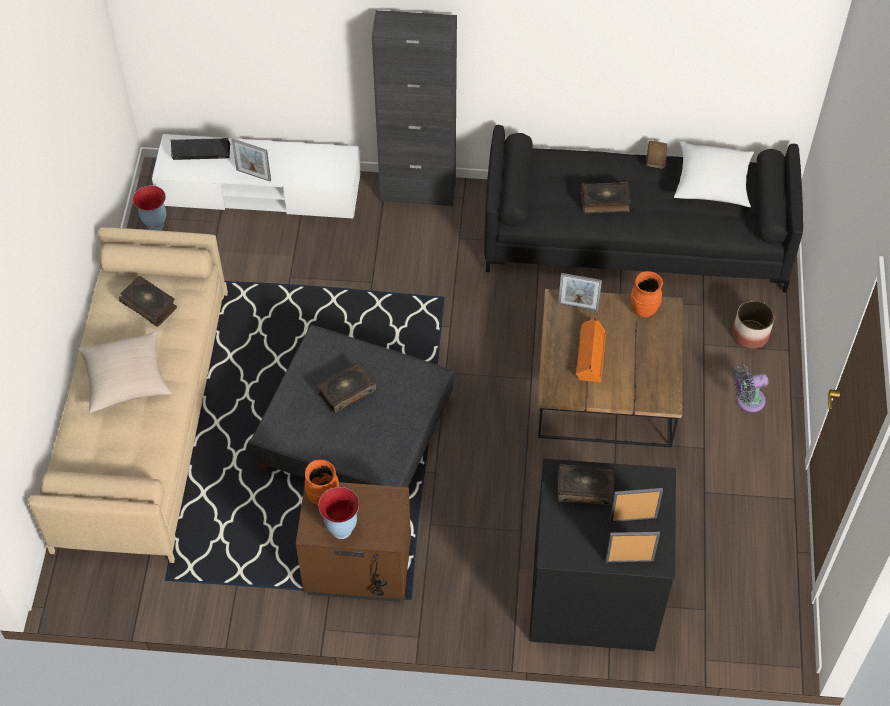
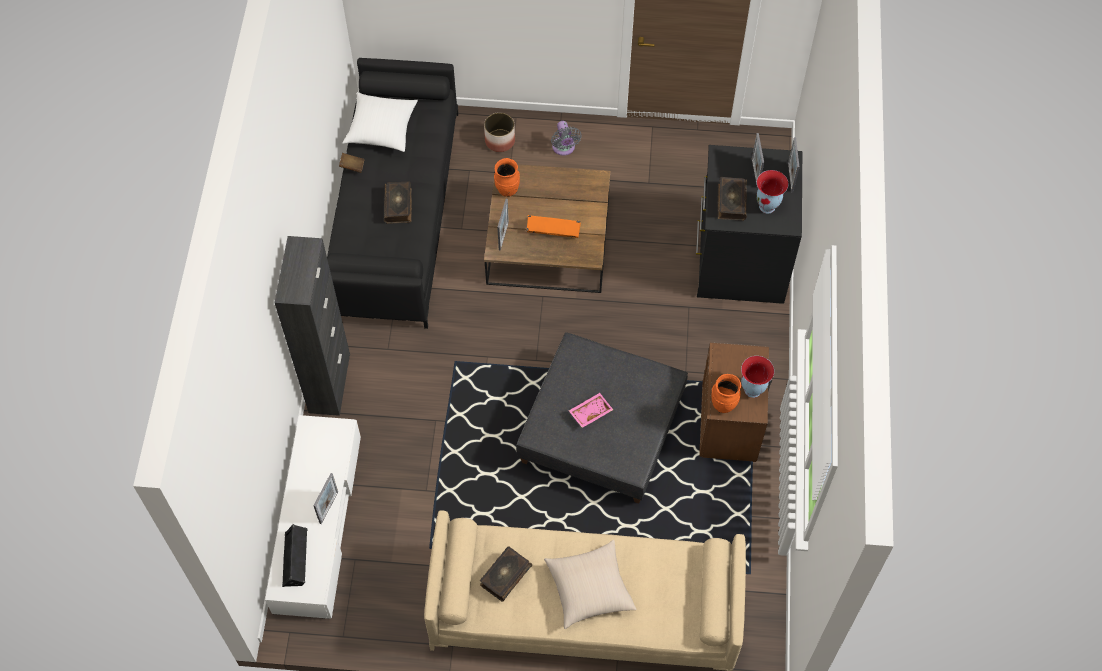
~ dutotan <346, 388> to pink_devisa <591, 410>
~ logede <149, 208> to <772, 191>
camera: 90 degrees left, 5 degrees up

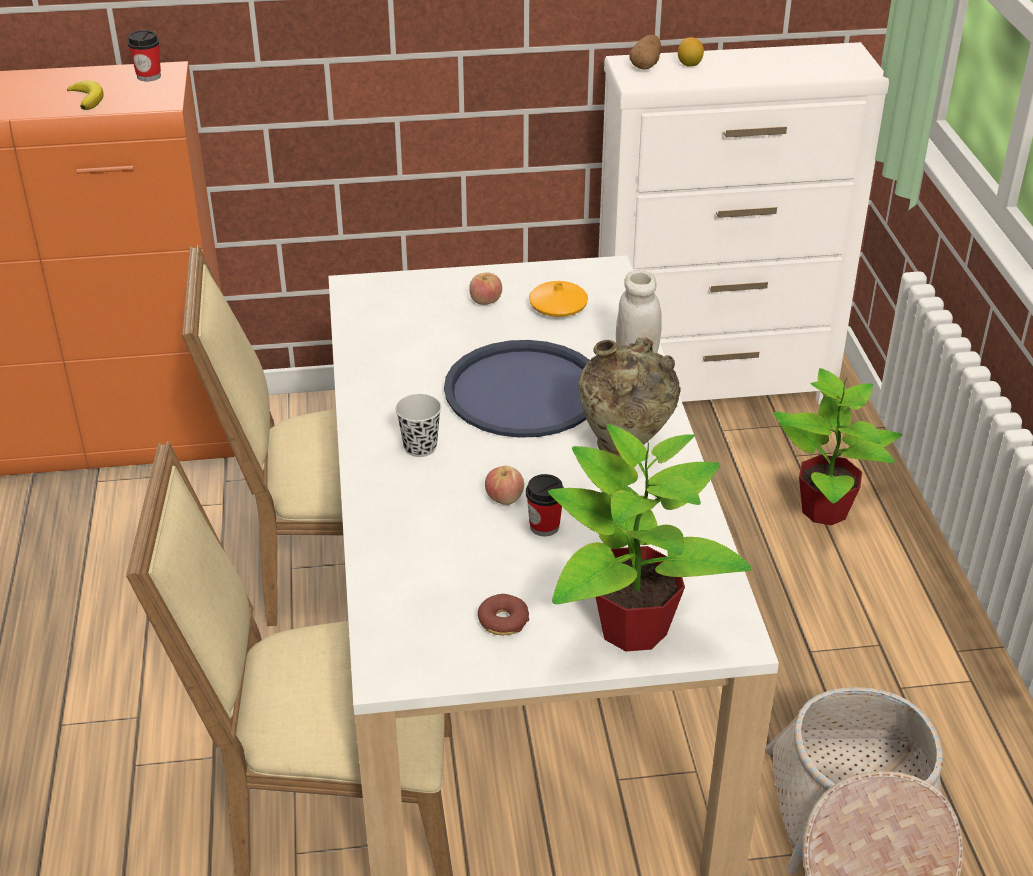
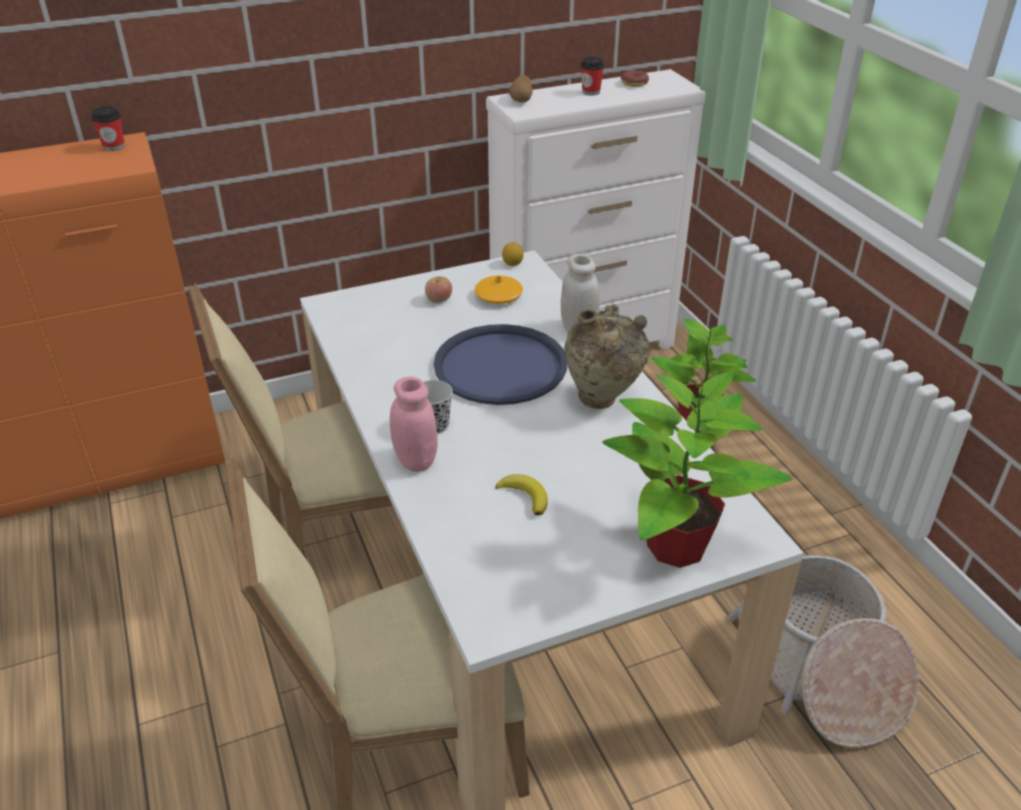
+ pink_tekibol <414, 424>
~ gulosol <85, 95> to <522, 494>
~ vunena <691, 51> to <513, 254>
~ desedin <545, 505> to <592, 76>
~ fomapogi <503, 614> to <635, 78>
- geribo <504, 485>
camera: 15 degrees left, 0 degrees up

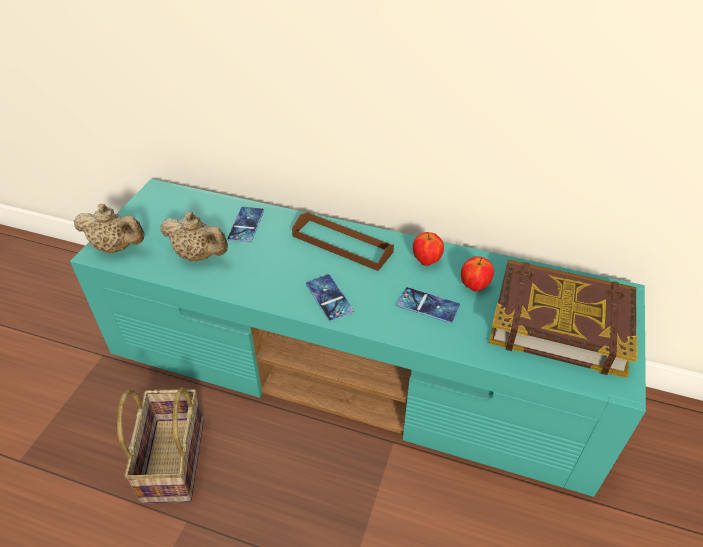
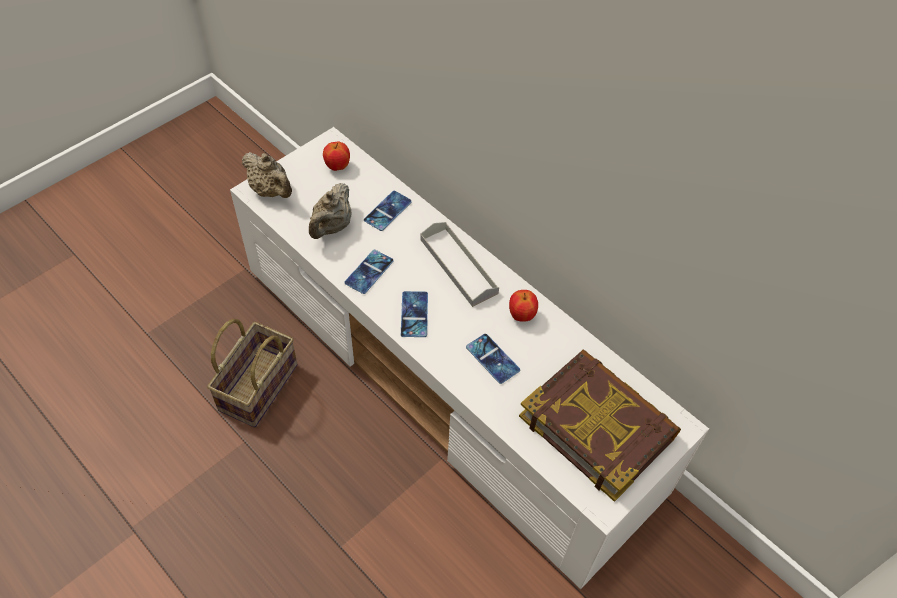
~ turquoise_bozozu <358, 338> to white_bozozu <469, 358>
~ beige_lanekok <194, 236> = <330, 211> 60 degrees clockwise
~ geribo <477, 274> to <336, 156>
+ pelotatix <369, 272>
~ brown_devisa <343, 241> to grey_devisa <460, 264>
camera: 25 degrees right, 10 degrees up

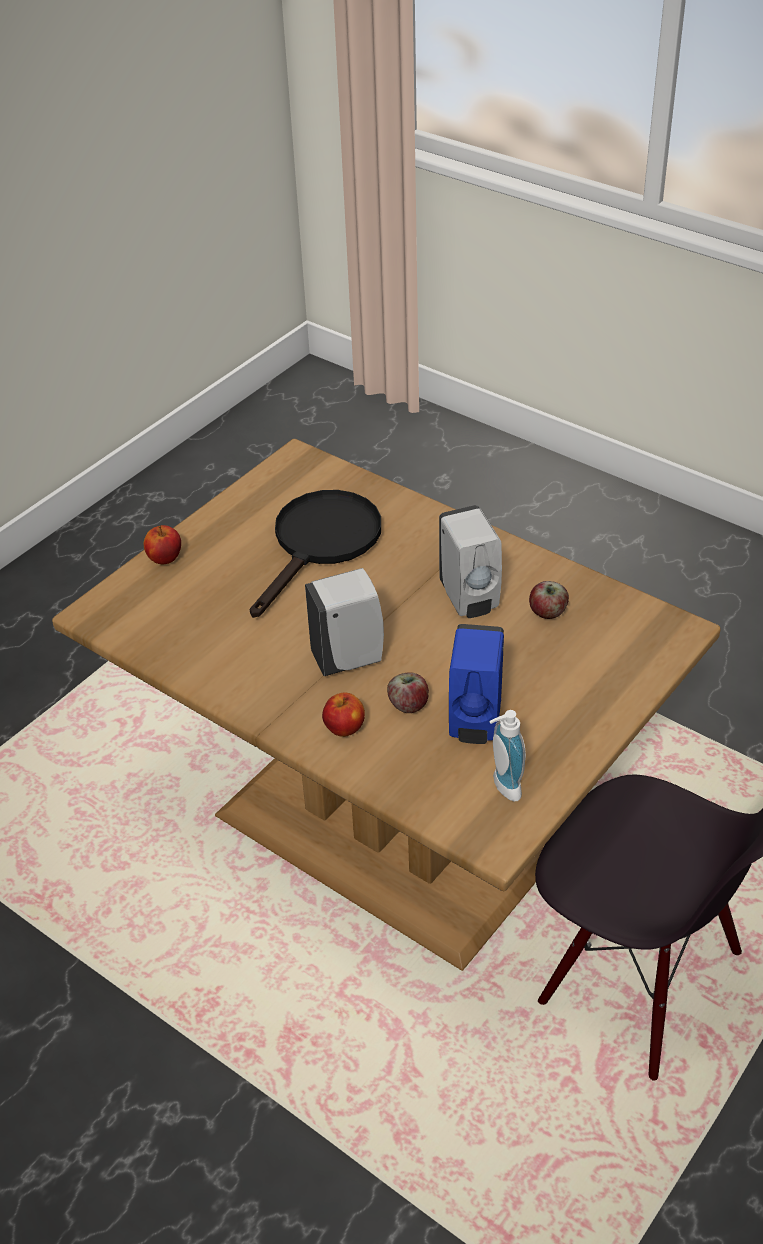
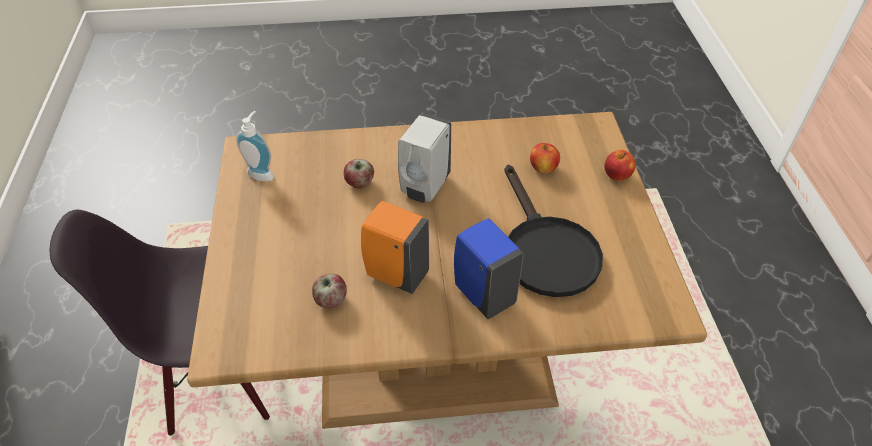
~ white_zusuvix <470, 561> to orange_zusuvix <395, 247>
~ blue_zusuvix <476, 684> to <489, 268>
~ geribo <343, 714> to <545, 158>
camera: 135 degrees right, 5 degrees up

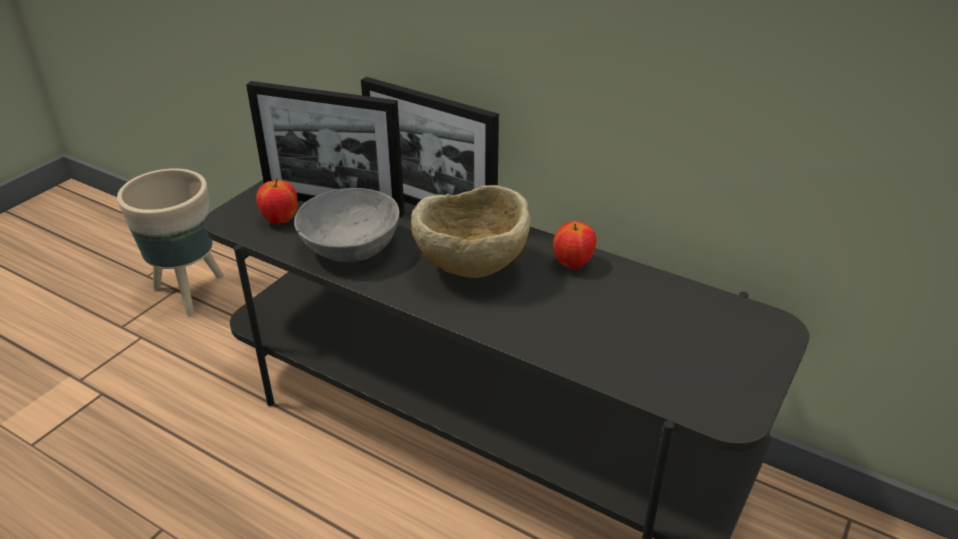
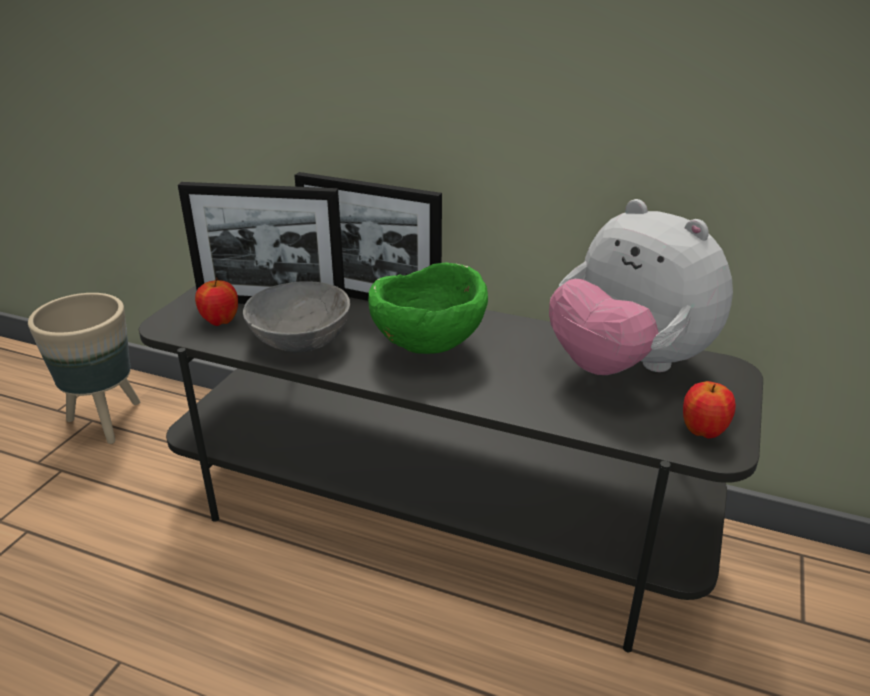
~ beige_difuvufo <471, 231> to green_difuvufo <428, 308>
+ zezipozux <641, 287>
~ geribo <575, 245> to <709, 410>
camera: 10 degrees left, 5 degrees down

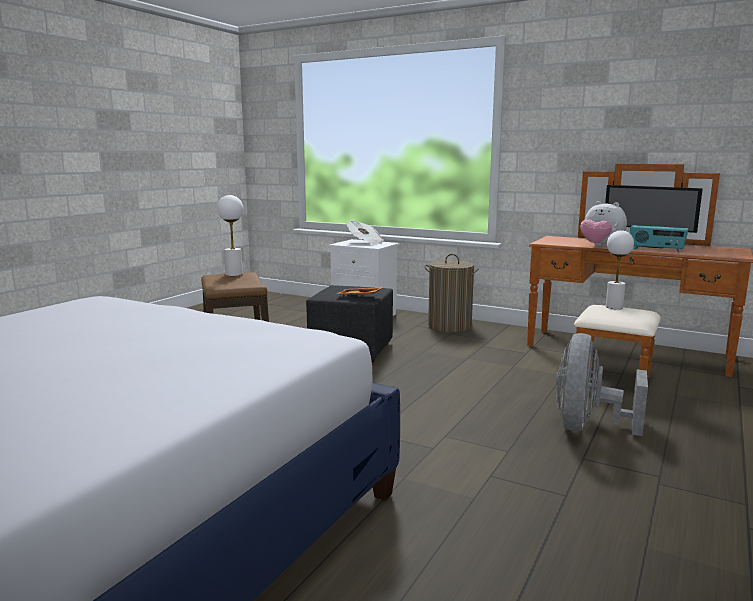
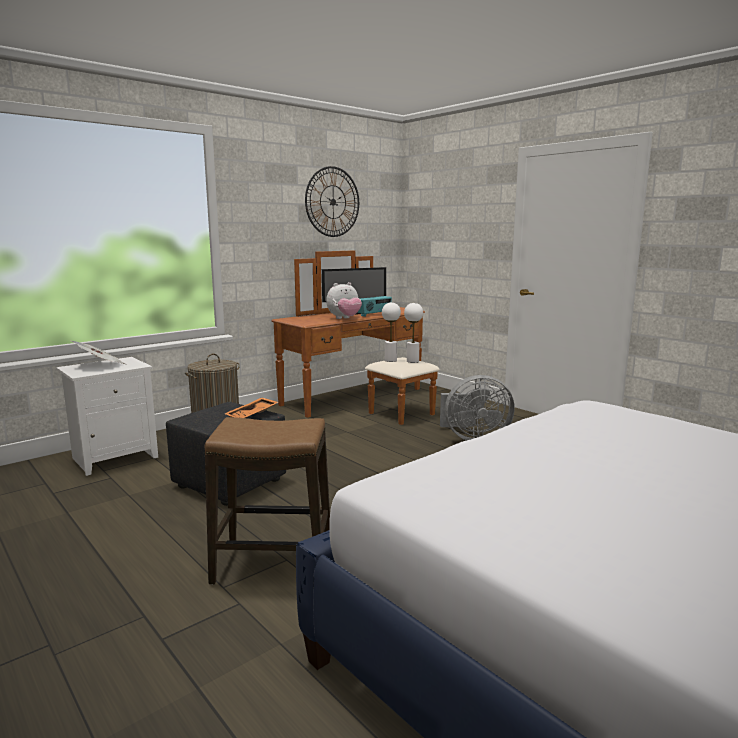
+ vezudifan <332, 201>
~ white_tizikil <230, 235> to <413, 333>
~ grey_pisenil <602, 384> = <477, 408> 45 degrees counterclockwise
camera: 70 degrees left, 0 degrees up

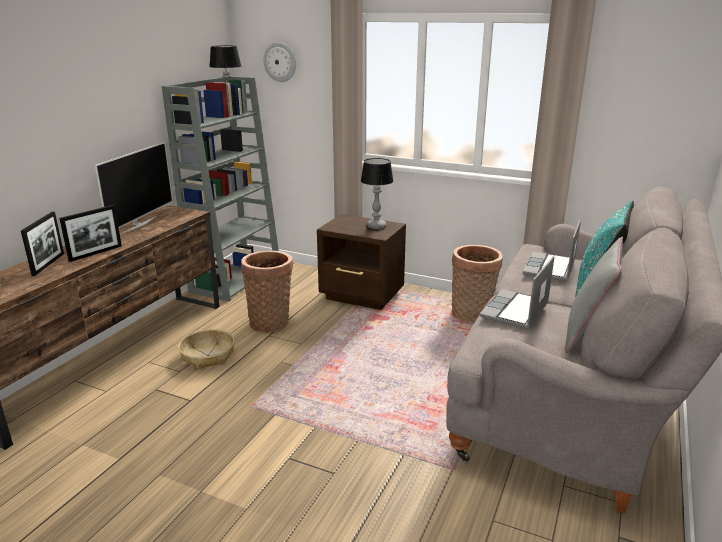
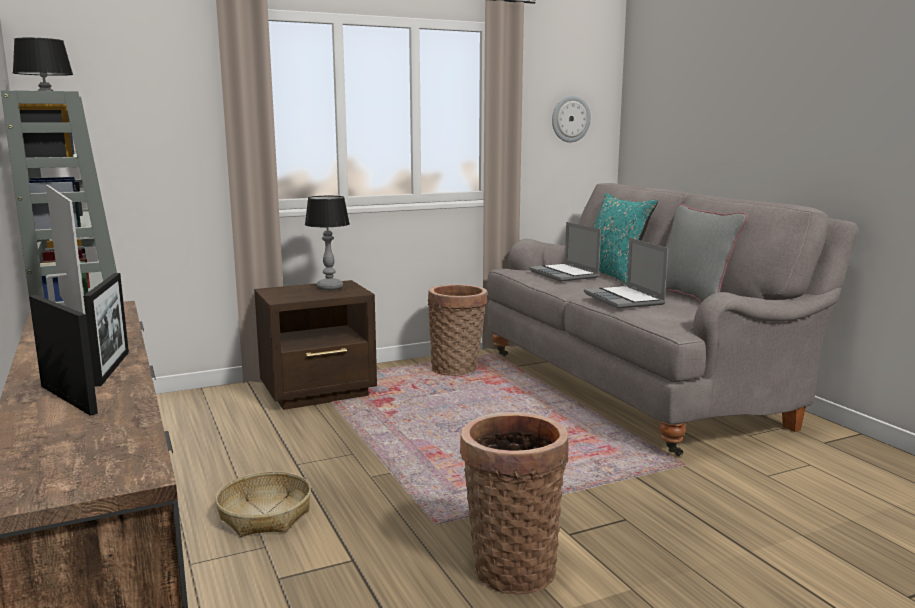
~ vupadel <267, 292> to <514, 503>
~ vezudifan <279, 62> to <571, 118>
camera: 50 degrees left, 10 degrees down

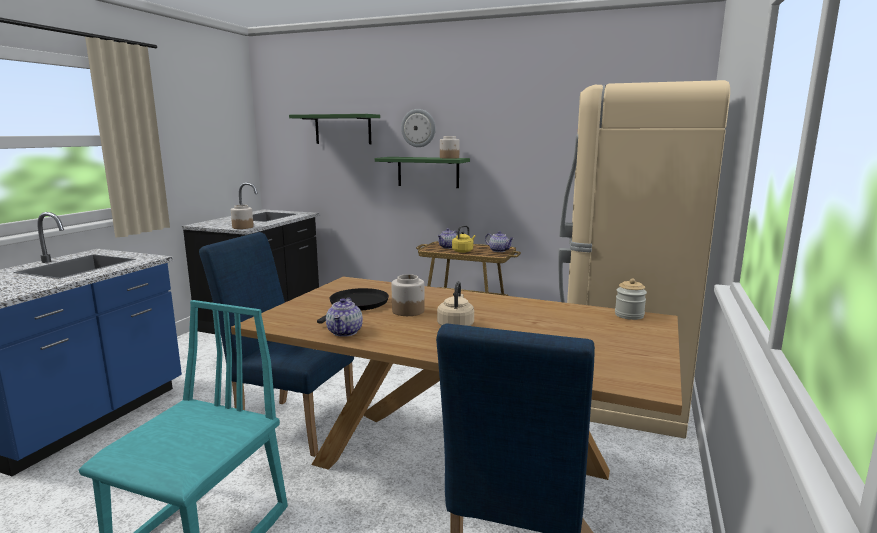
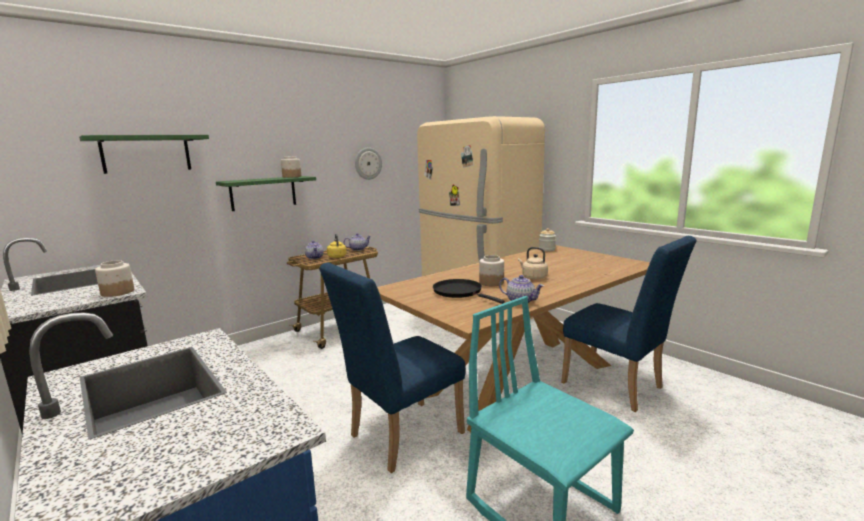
~ vezudifan <418, 128> to <368, 164>
camera: 60 degrees left, 0 degrees up

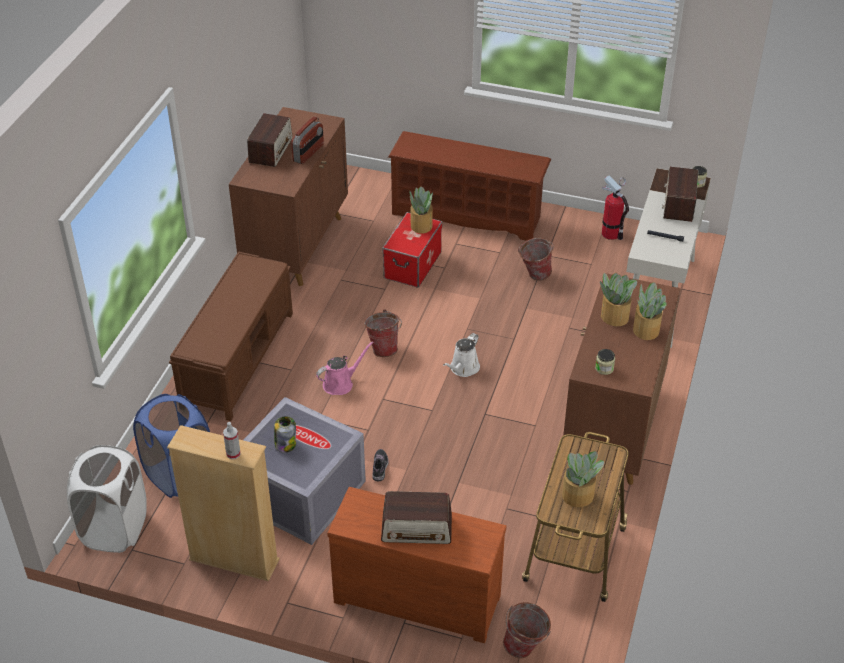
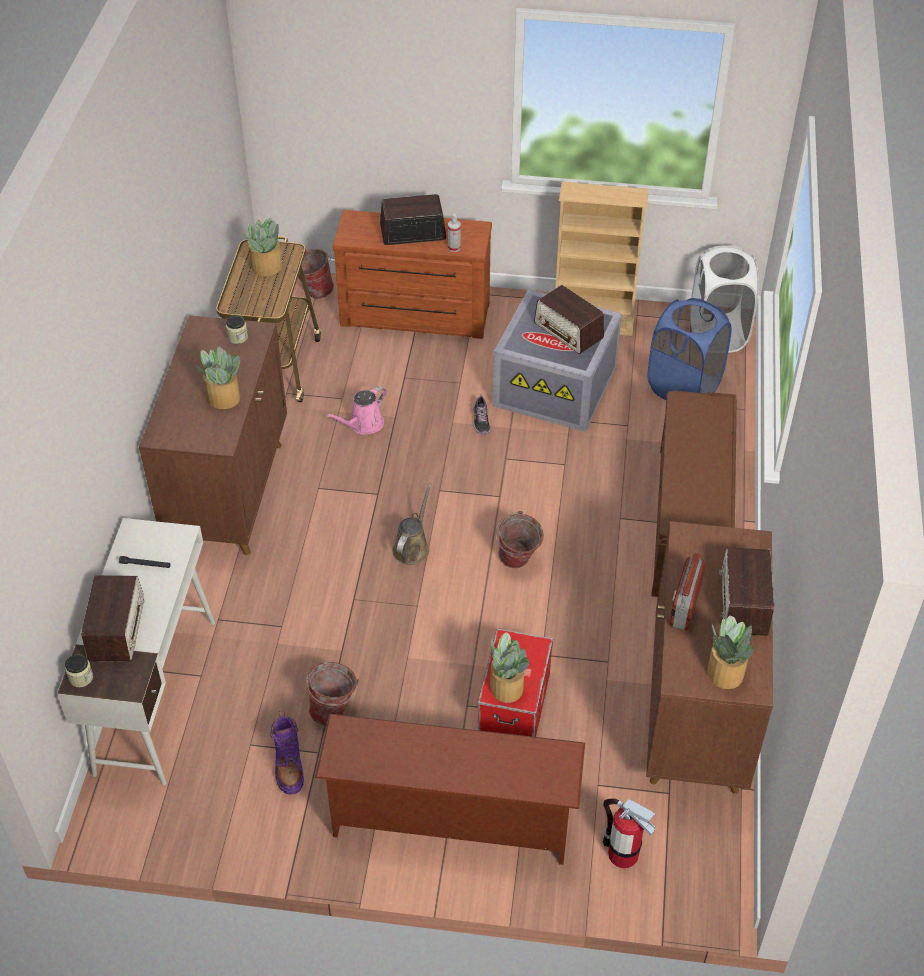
+ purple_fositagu <287, 752>
~ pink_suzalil <345, 368> to <356, 410>
~ white_suzalil <461, 355> to brown_suzalil <411, 524>
~ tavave <232, 440> to <454, 233>
~ tekibol <285, 434> to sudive <569, 319>
~ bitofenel <615, 207> to <629, 833>
~ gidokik <650, 311> to <730, 652>
camera: 170 degrees right, 5 degrees up

